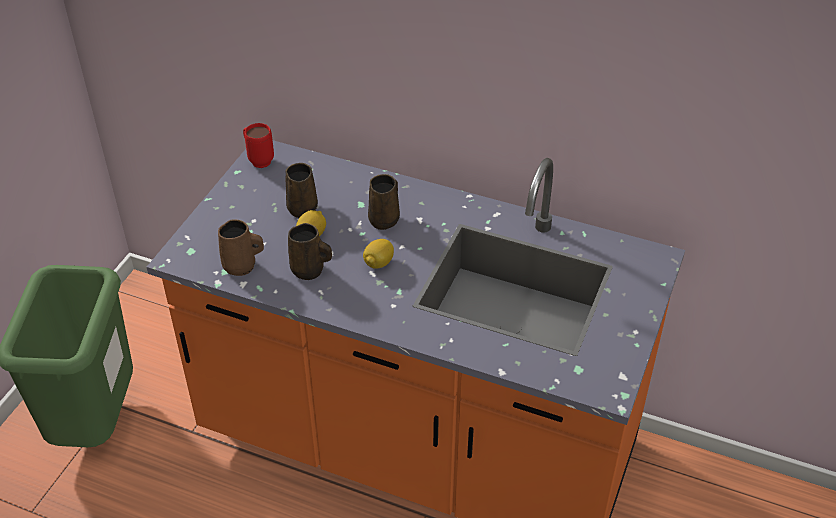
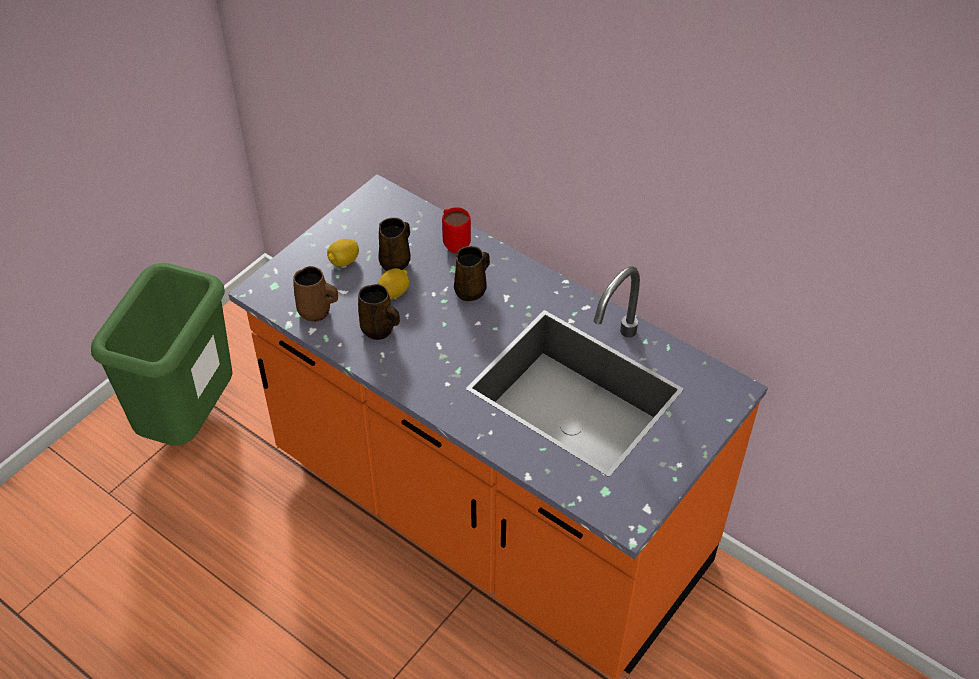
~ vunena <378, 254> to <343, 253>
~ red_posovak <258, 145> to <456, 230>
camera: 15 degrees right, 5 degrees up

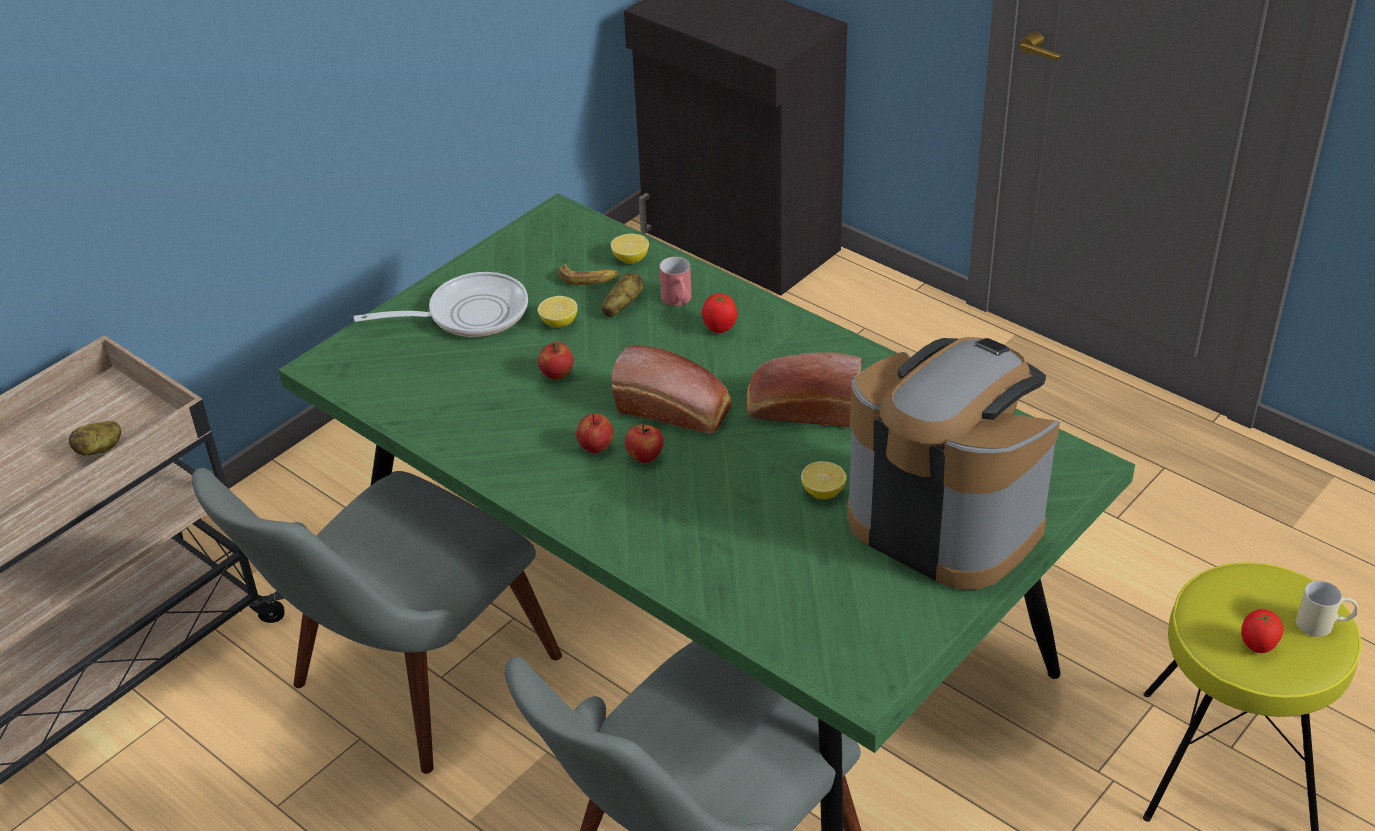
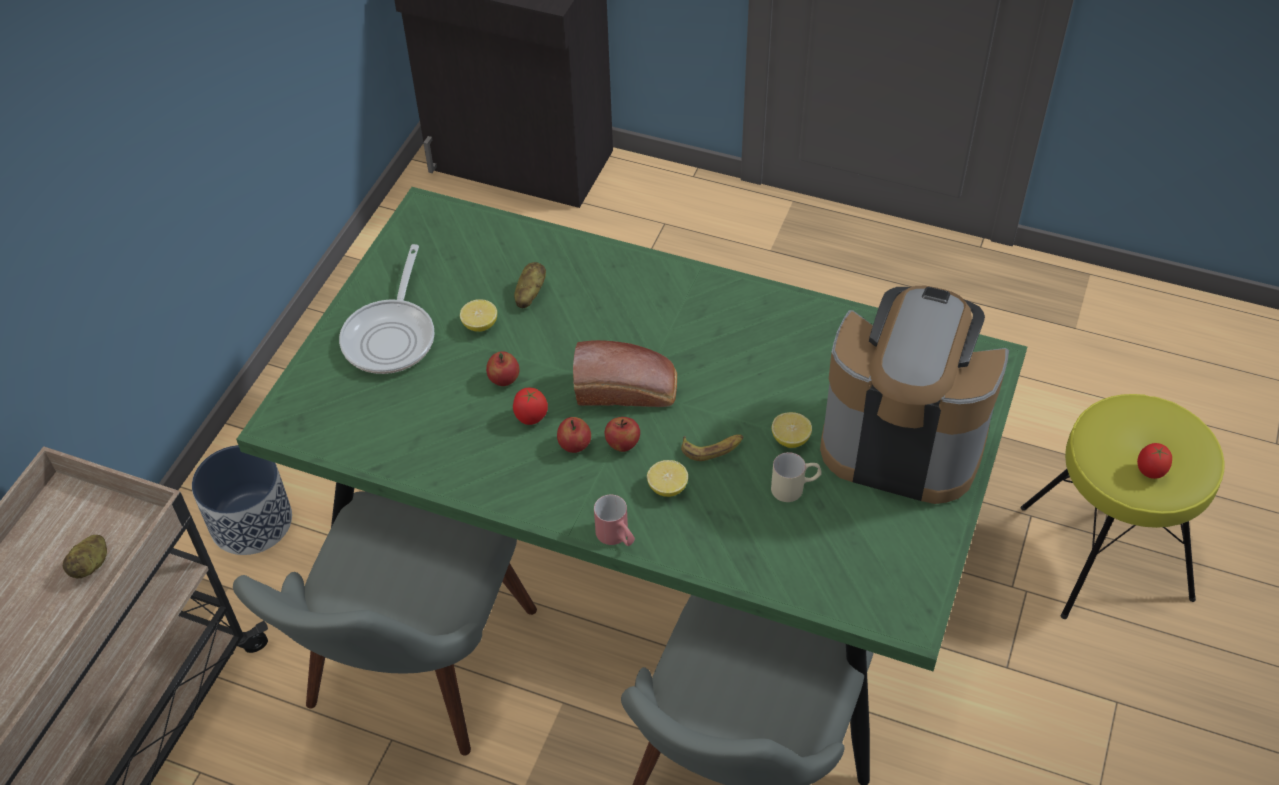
+ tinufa <242, 500>
~ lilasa <440, 304> = <386, 309> 135 degrees clockwise
~ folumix <719, 313> to <530, 406>
~ red_posovak <675, 281> to <614, 520>
~ vunena <630, 249> to <667, 478>
~ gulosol <588, 274> to <712, 447>
~ beige_posovak <1327, 608> to <796, 477>
- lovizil <804, 389>
camera: 20 degrees left, 10 degrees up

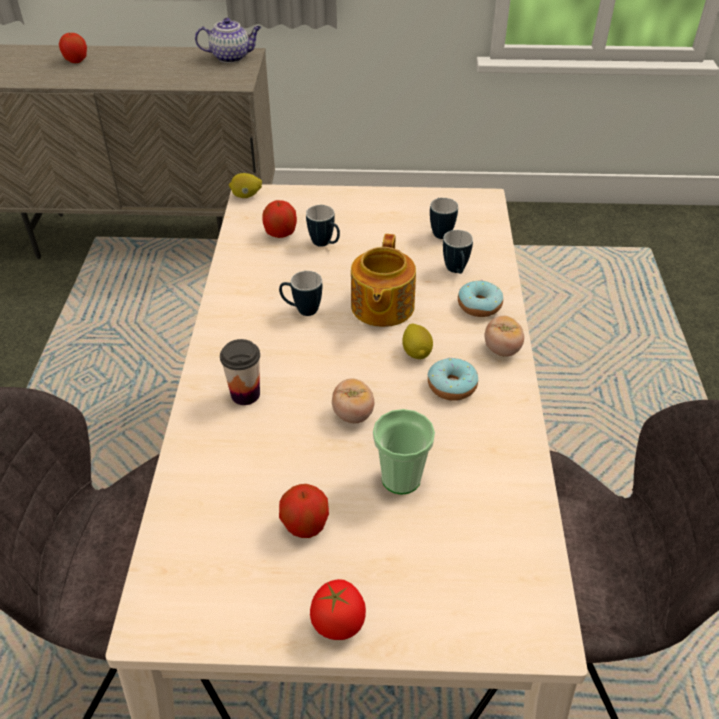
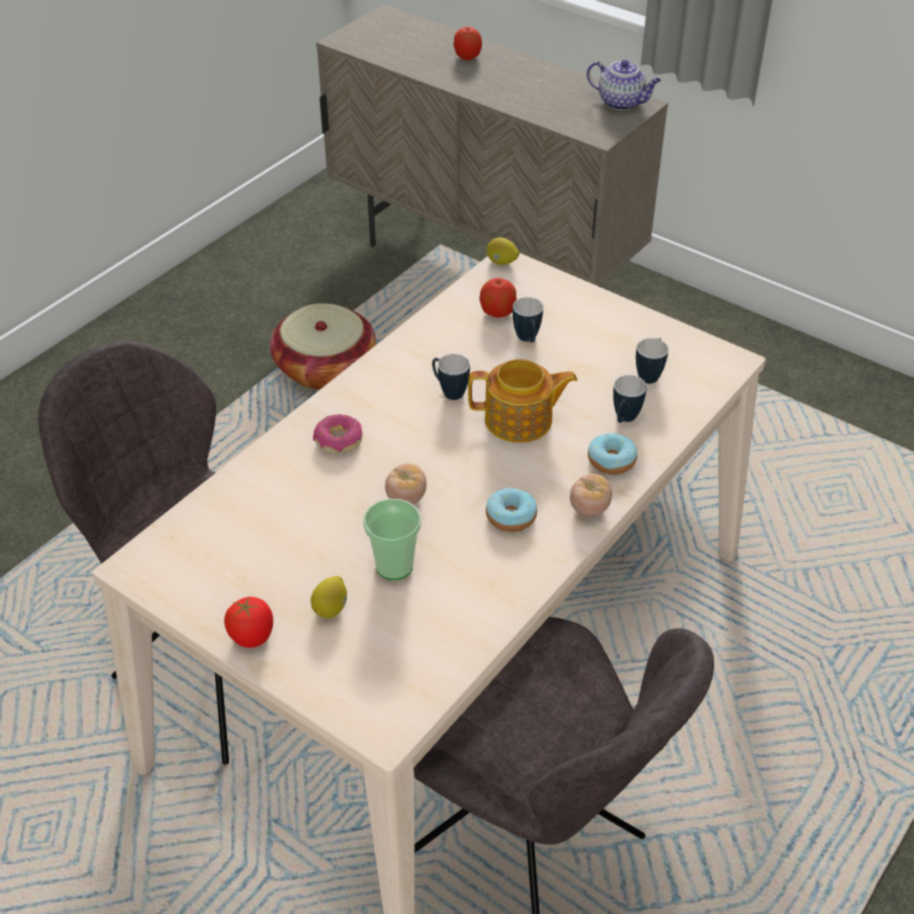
+ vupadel <323, 346>
~ vunena <417, 341> to <329, 597>
~ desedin <240, 372> to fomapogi <338, 434>
~ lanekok <383, 280> = <522, 401> 135 degrees counterclockwise
- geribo <304, 511>
camera: 35 degrees right, 0 degrees up

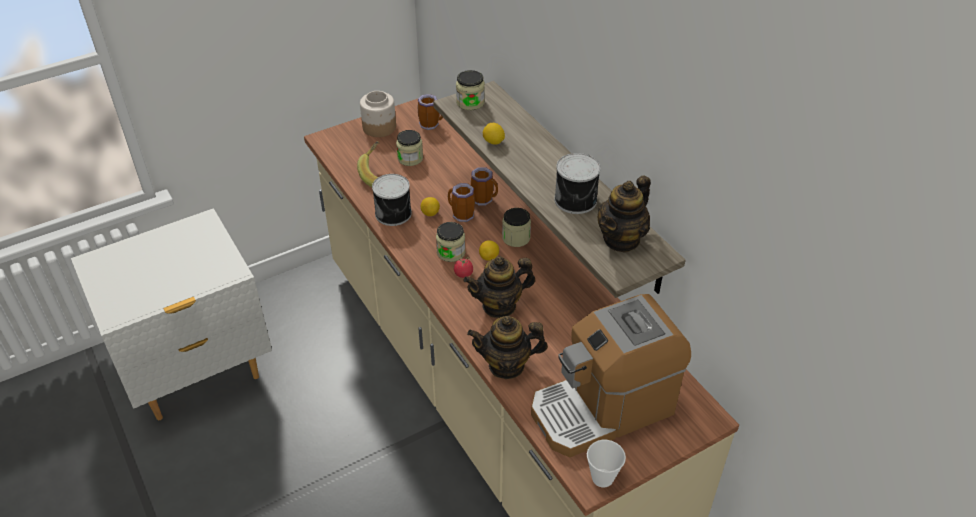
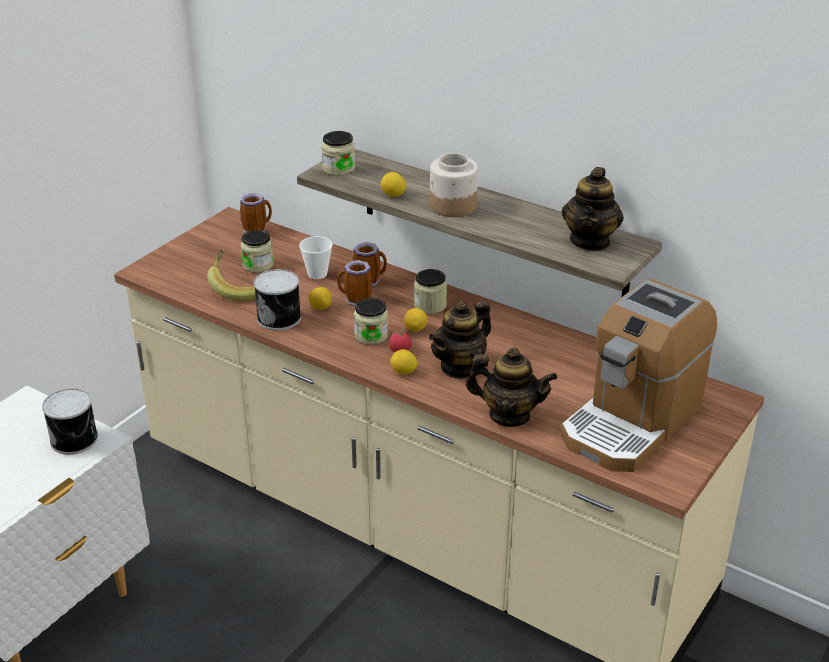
~ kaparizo <577, 183> to <70, 421>
~ desedin <606, 463> to <316, 257>
+ vunena <403, 361>
~ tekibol <378, 114> to <454, 185>
~ lanekok <507, 347> = <511, 387> 135 degrees counterclockwise
camera: 25 degrees left, 10 degrees down

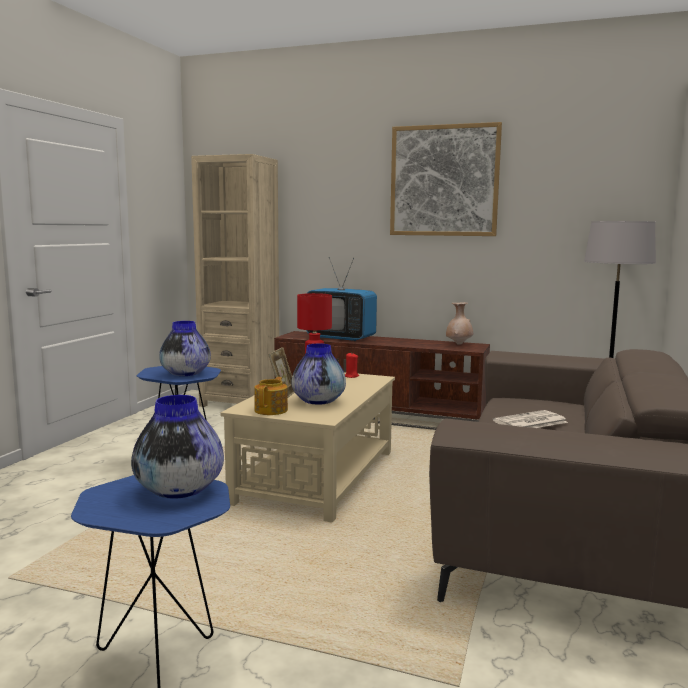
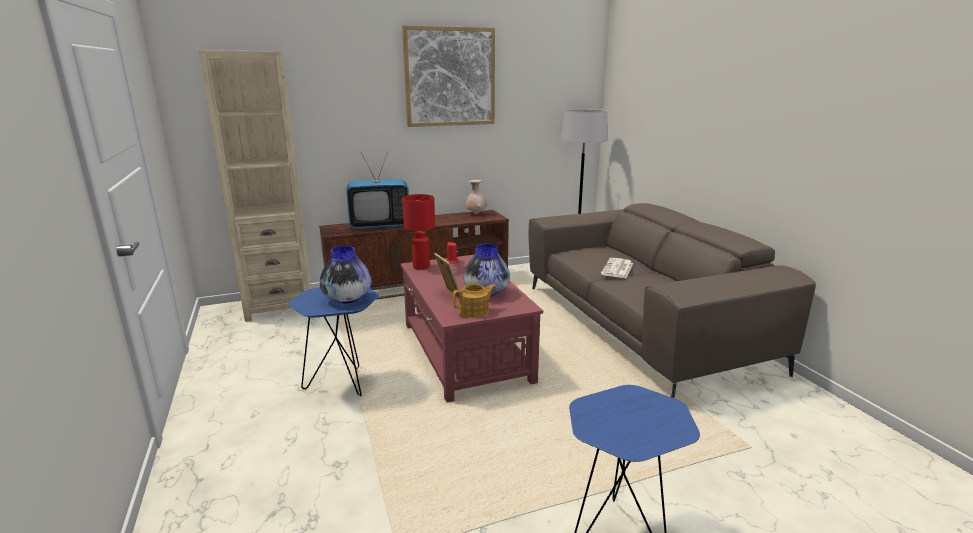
~ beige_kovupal <308, 447> to red_kovupal <472, 328>
~ lanekok <271, 396> = <474, 301> 90 degrees clockwise
- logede <177, 446>
camera: 40 degrees left, 10 degrees up

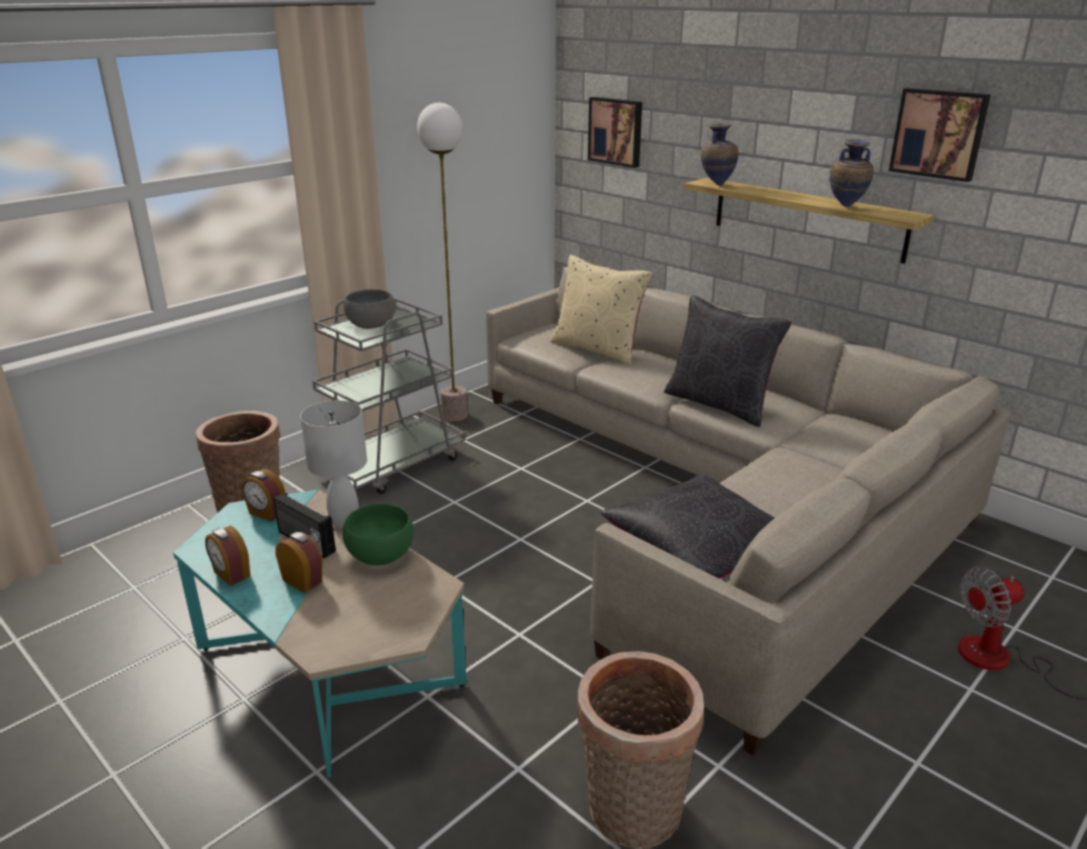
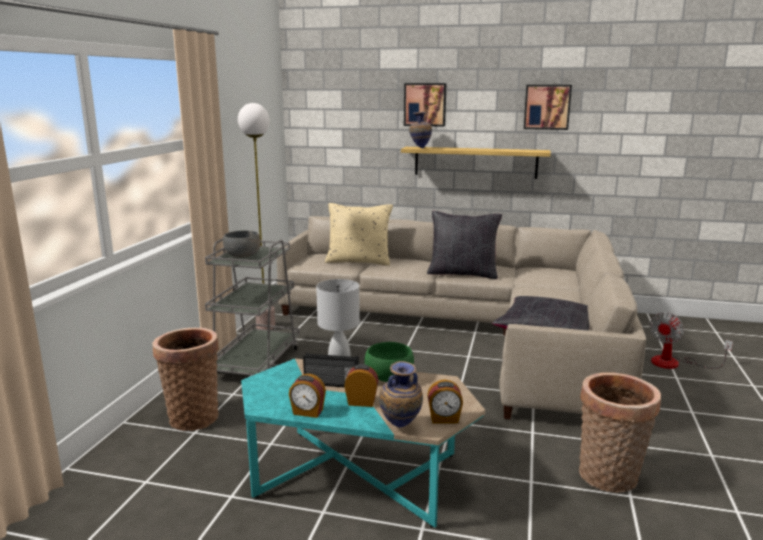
~ logede <851, 173> to <401, 394>
~ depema <615, 132> to <425, 105>
~ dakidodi <263, 495> to <445, 402>
camera: 30 degrees left, 10 degrees down

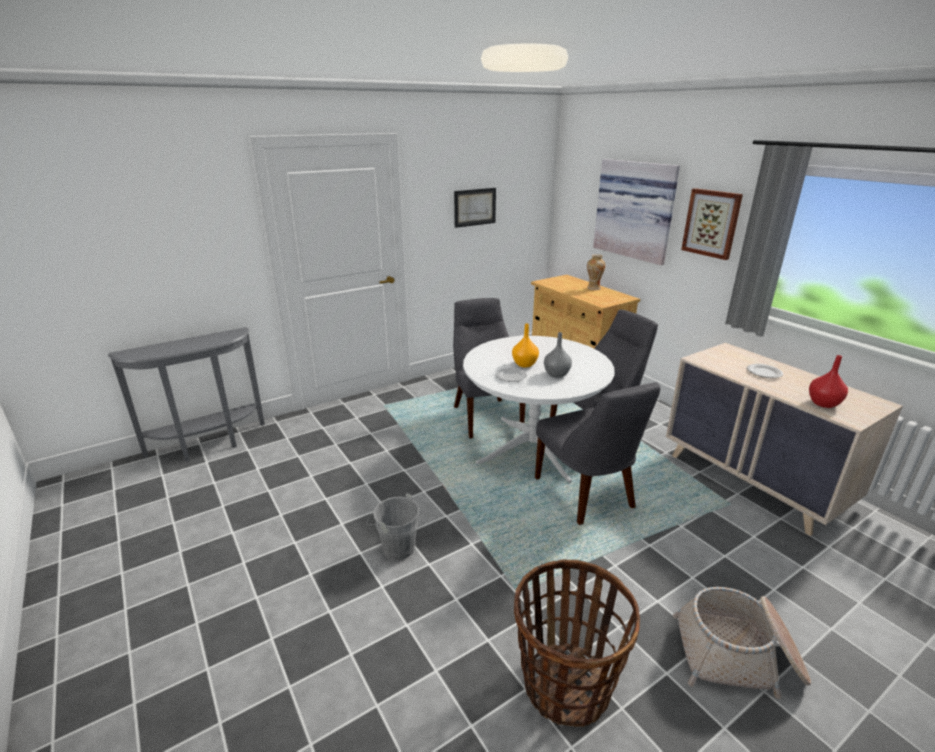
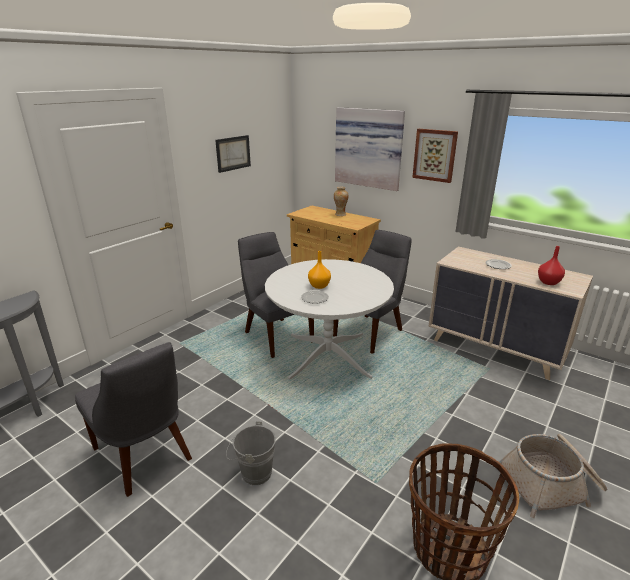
~ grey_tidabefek <597, 453> to <133, 419>
- grey_logede <558, 355>
camera: 20 degrees left, 0 degrees up

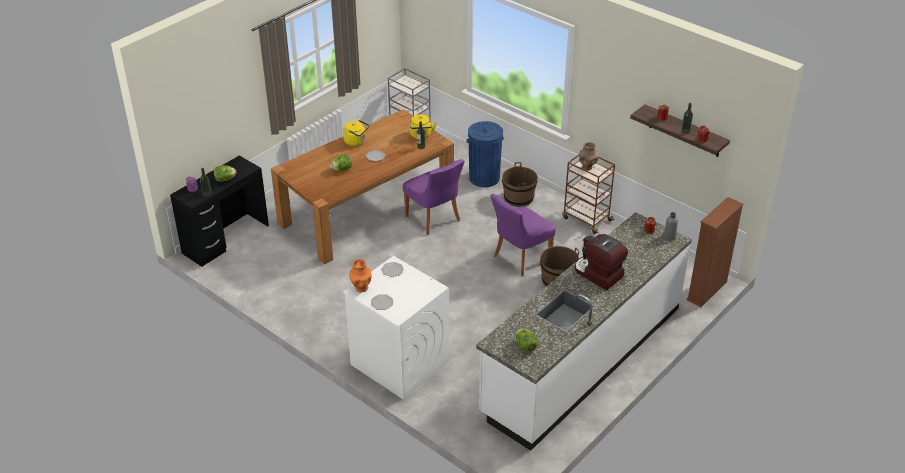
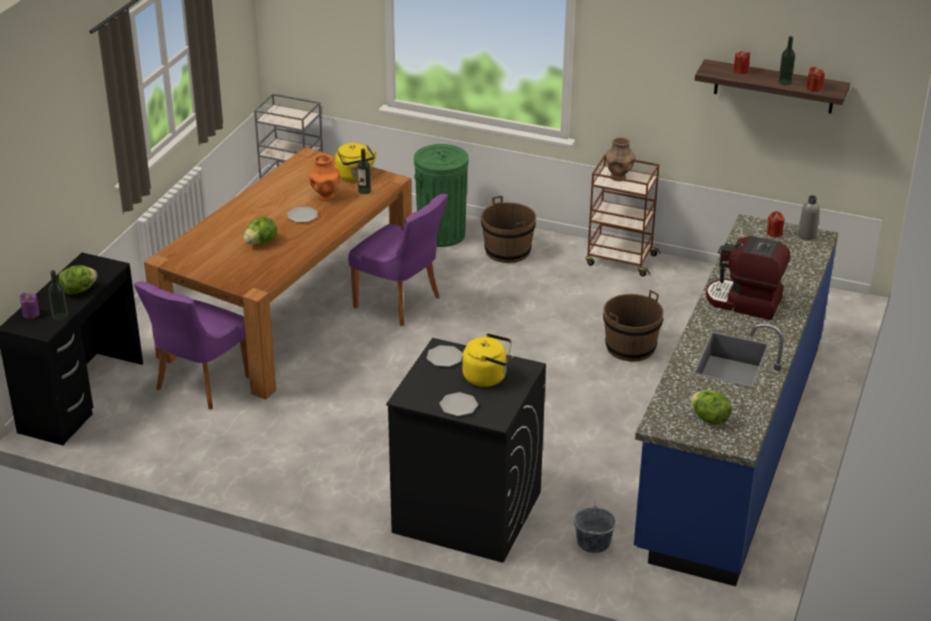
~ purple_tidabefek <523, 235> to <192, 345>
~ orange_logede <360, 275> to <324, 177>
~ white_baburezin <396, 327> to black_baburezin <466, 450>
~ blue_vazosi <485, 154> to green_vazosi <441, 195>
~ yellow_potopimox <356, 133> to <487, 360>
+ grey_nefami <595, 526>
~ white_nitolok <584, 331> to blue_nitolok <736, 400>
- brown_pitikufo <714, 252>
camera: 20 degrees left, 5 degrees down

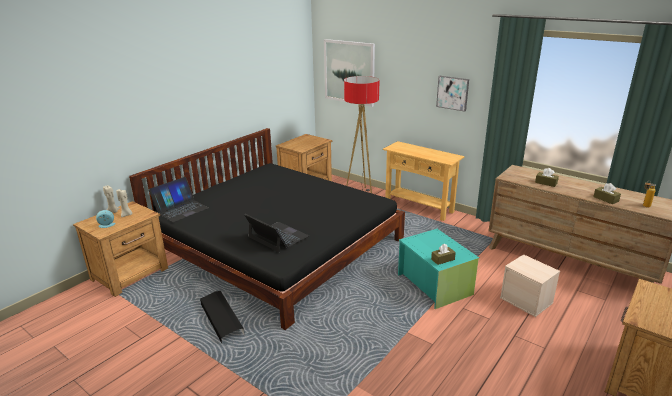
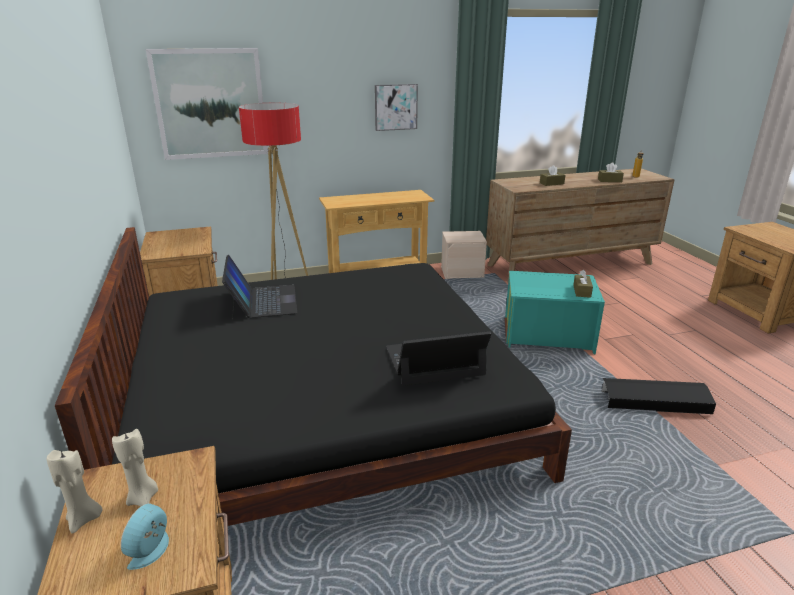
~ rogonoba <179, 199> to <259, 287>
~ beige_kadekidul <530, 285> to <464, 255>
~ black_kadekidul <222, 317> to <659, 396>
camera: 55 degrees left, 0 degrees up

